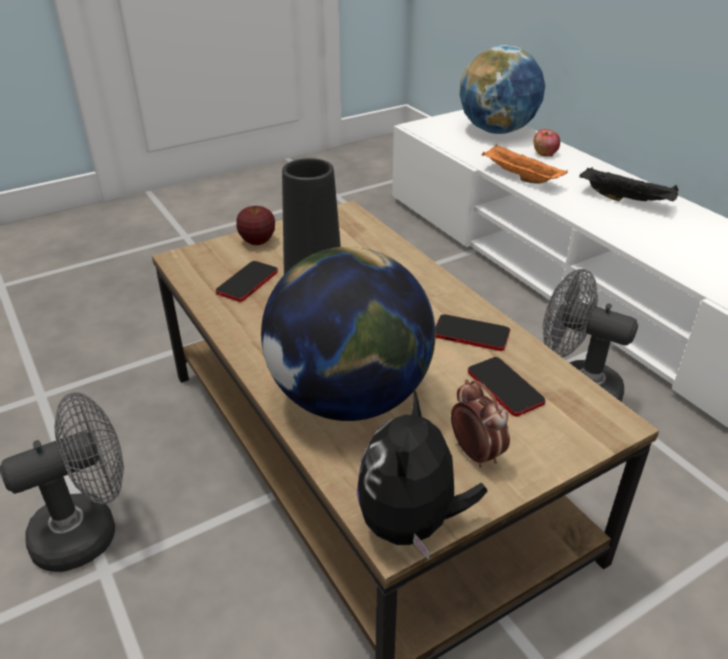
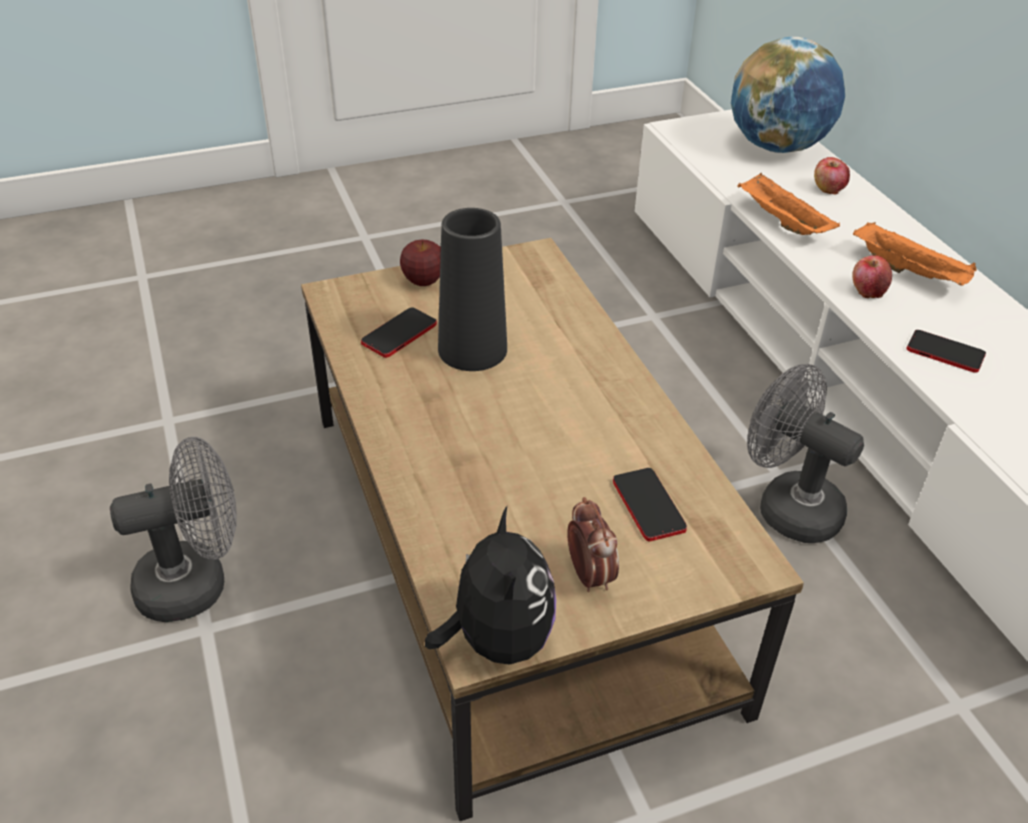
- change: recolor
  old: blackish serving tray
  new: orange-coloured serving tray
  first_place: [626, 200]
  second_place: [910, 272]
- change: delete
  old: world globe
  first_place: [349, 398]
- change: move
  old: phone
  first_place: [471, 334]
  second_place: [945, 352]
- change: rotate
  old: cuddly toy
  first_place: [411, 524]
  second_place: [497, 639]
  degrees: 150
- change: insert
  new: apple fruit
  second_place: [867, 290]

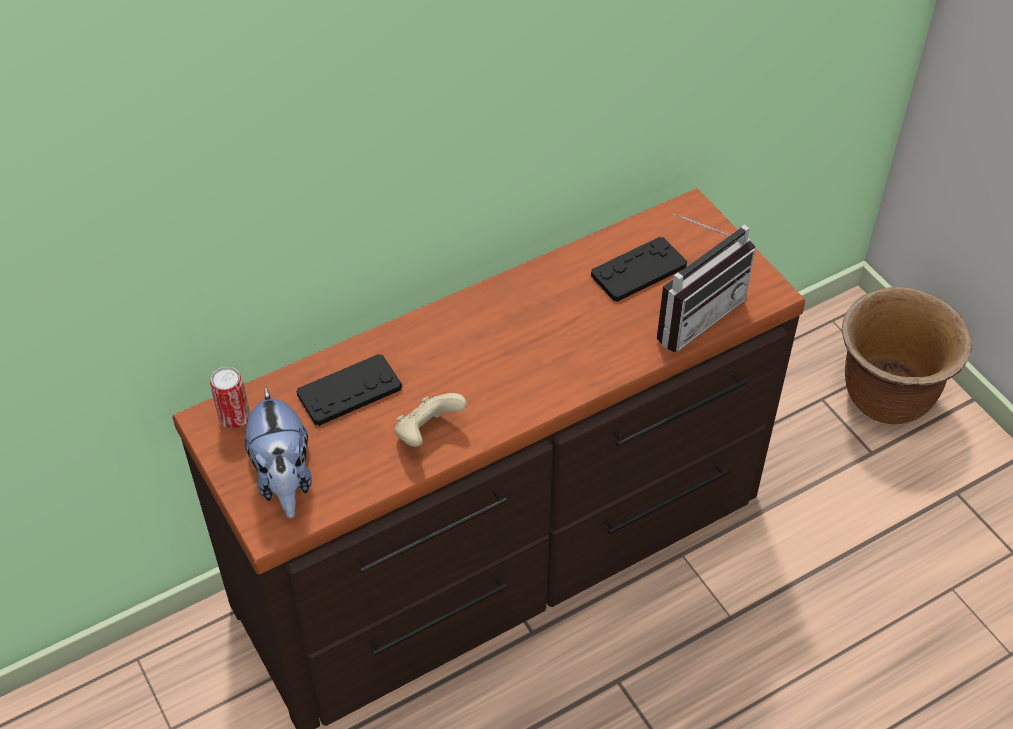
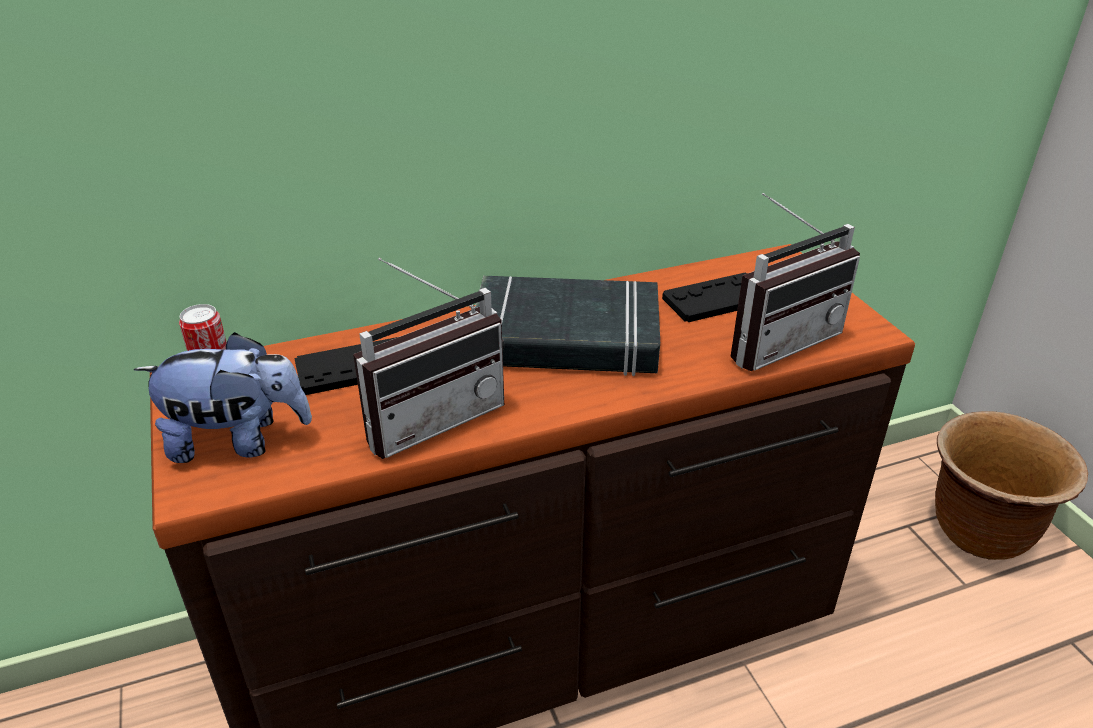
- change: rotate
  old: cuddly toy
  first_place: [284, 479]
  second_place: [238, 441]
  degrees: -90
- change: replace
  old: beige gamepad
  new: radio receiver
  first_place: [427, 433]
  second_place: [430, 416]
- change: insert
  new: blackish book
  second_place: [566, 338]

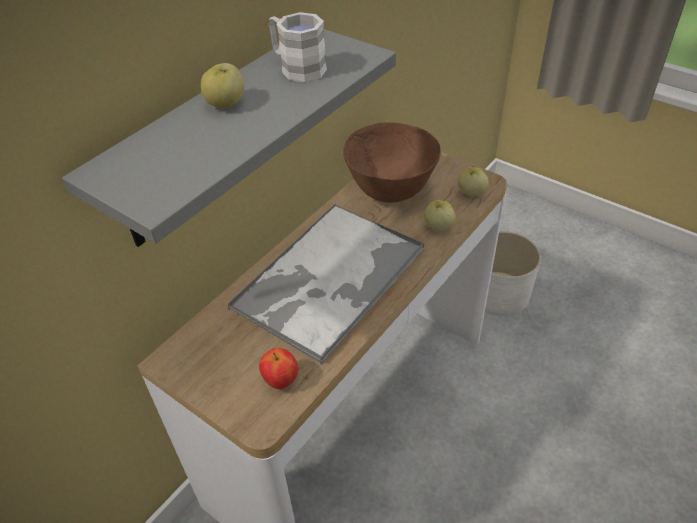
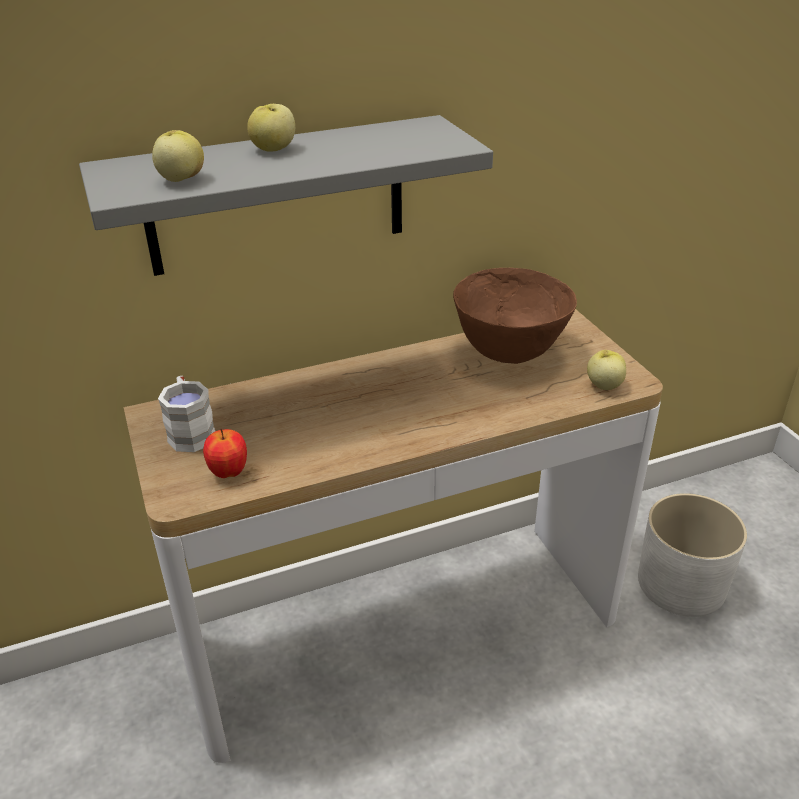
- change: move
  old: white mug
  first_place: [297, 67]
  second_place: [190, 431]
- change: move
  old: apple fruit
  first_place: [438, 227]
  second_place: [180, 179]
- change: delete
  old: serving tray
  first_place: [328, 280]

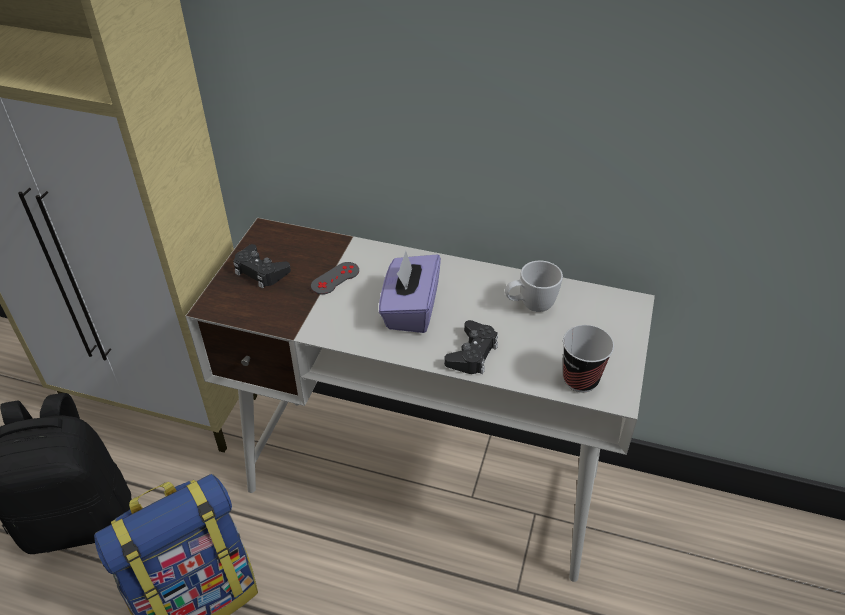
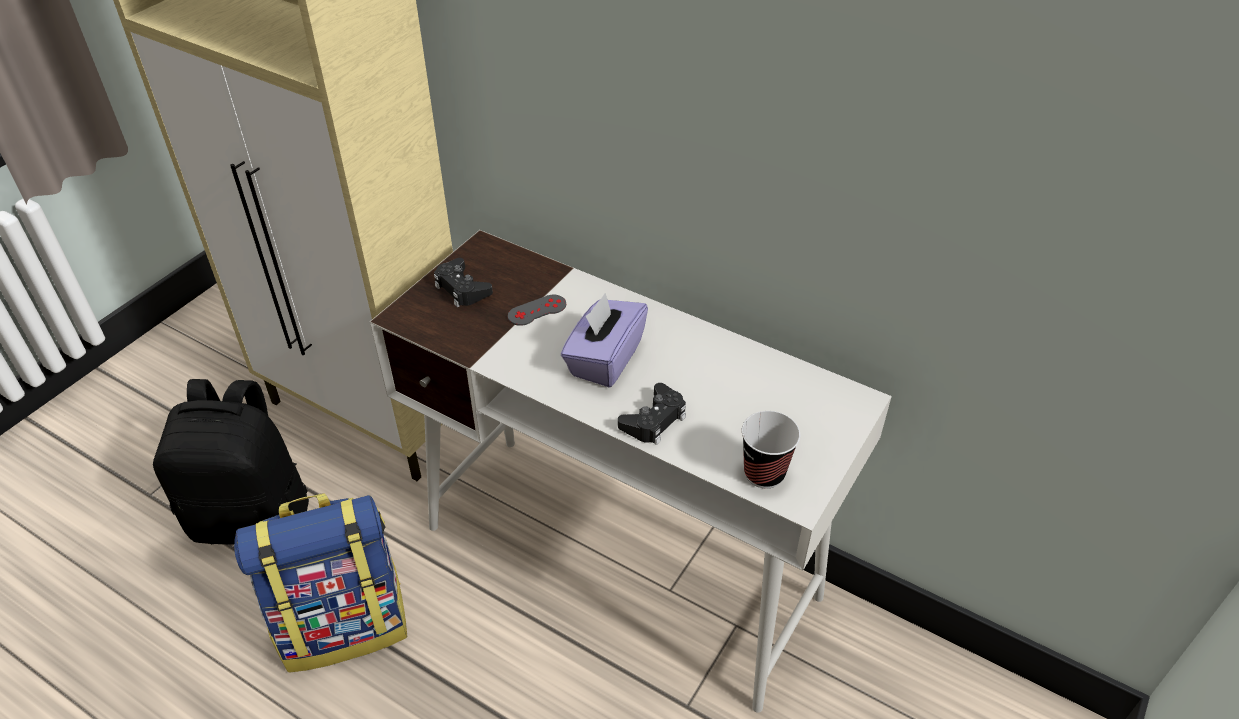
- change: delete
  old: white mug
  first_place: [530, 306]

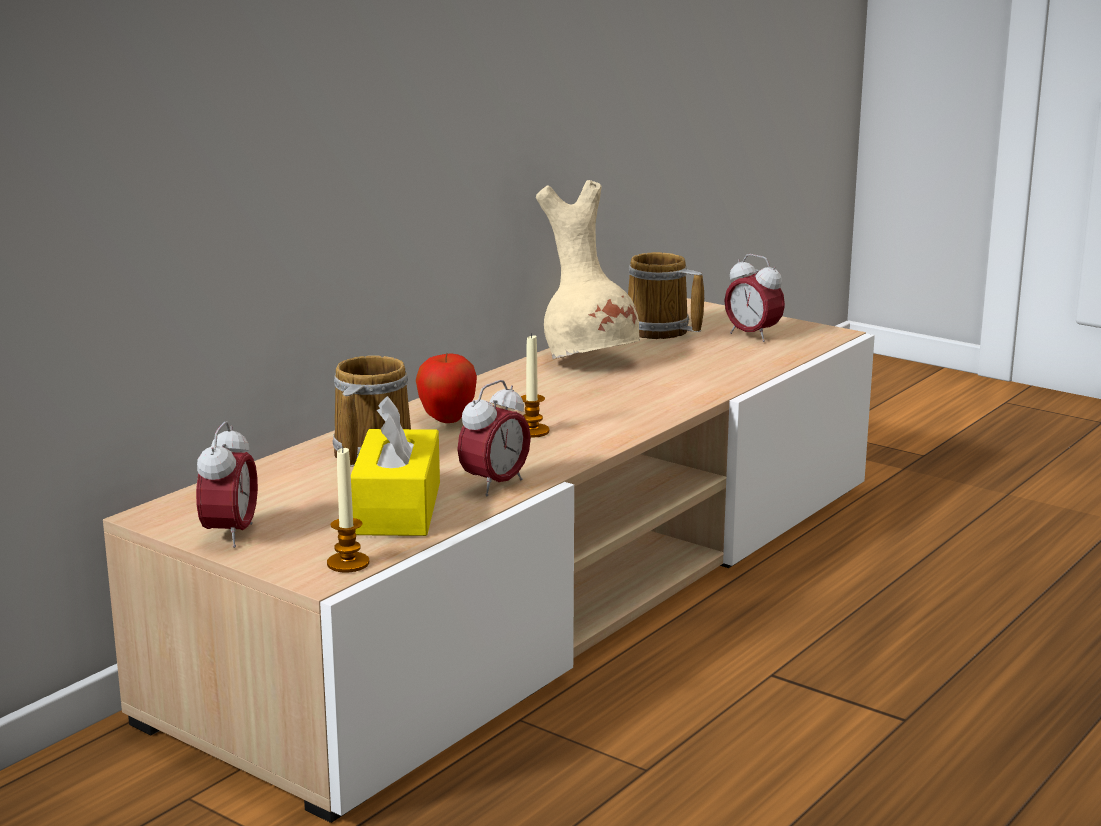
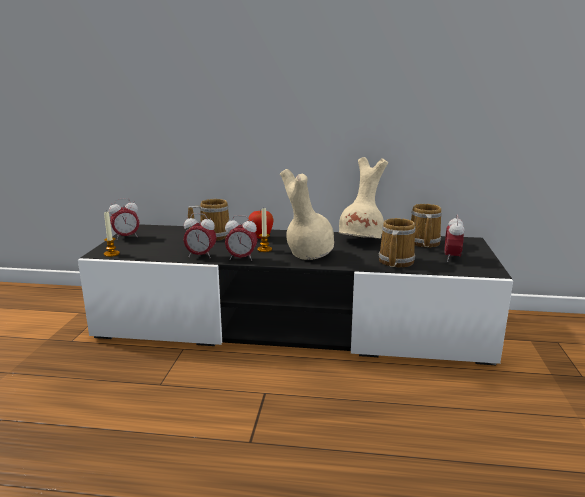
- change: recolor
  old: beige tv unit
  new: blackish tv unit
  first_place: [550, 590]
  second_place: [292, 325]
- change: delete
  old: yellow box of tissues
  first_place: [397, 508]
- change: insert
  new: beige decorative vase
  second_place: [307, 254]
- change: insert
  new: table clock
  second_place: [241, 258]
- change: insert
  new: mug
  second_place: [394, 262]

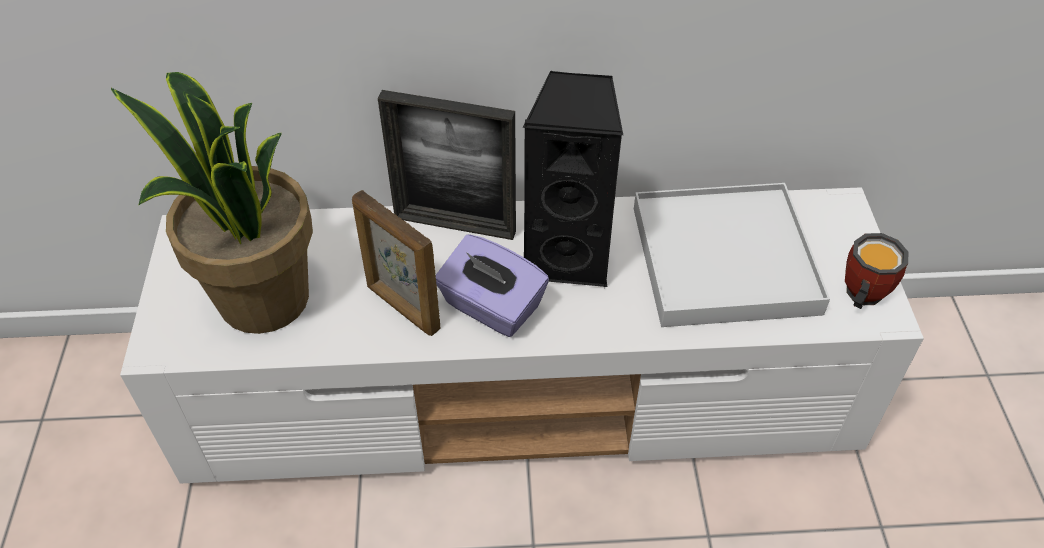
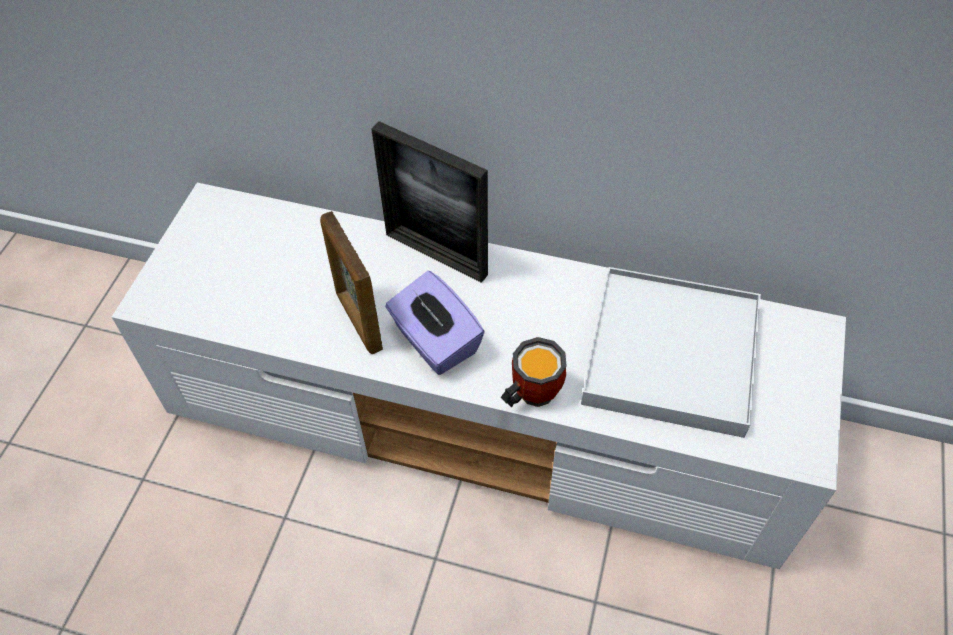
- change: delete
  old: blackish loudspeaker
  first_place: [569, 256]
- change: delete
  old: potted plant
  first_place: [262, 300]
- change: move
  old: mug
  first_place: [859, 295]
  second_place: [529, 393]

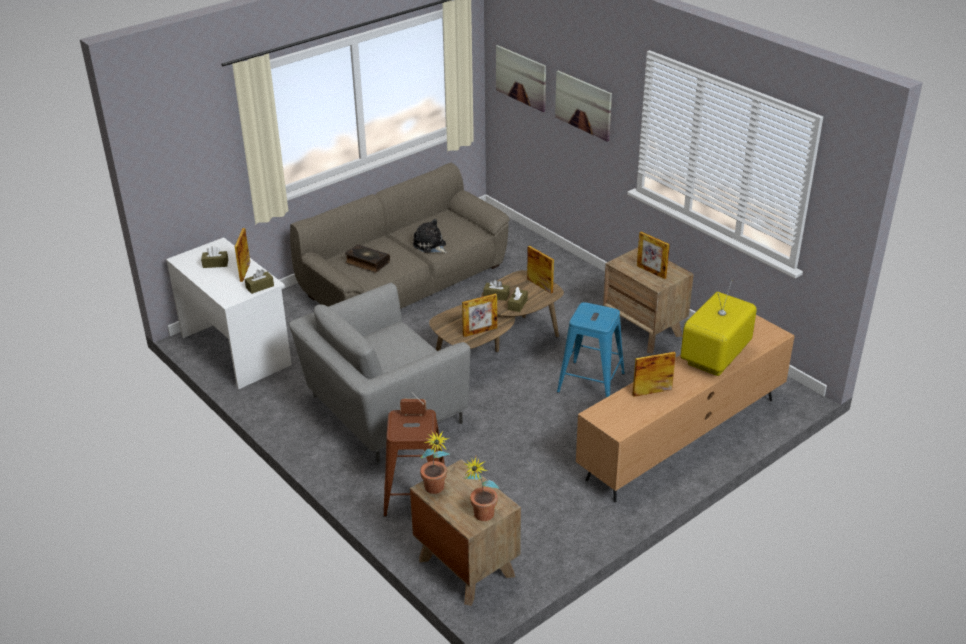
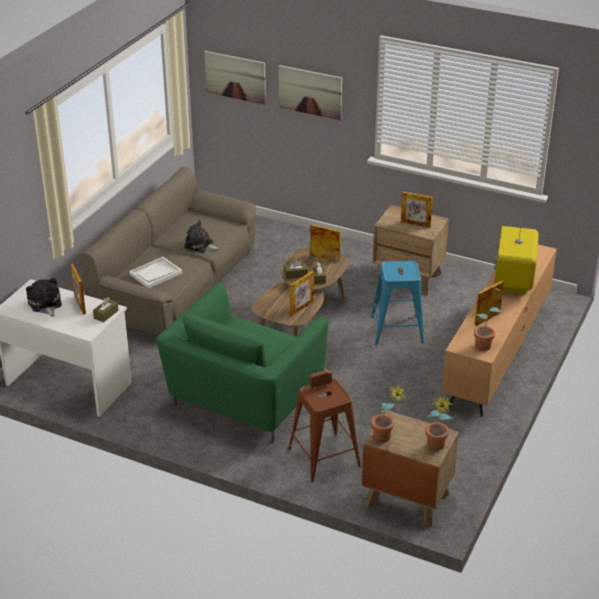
- change: replace
  old: book
  new: white serving tray
  first_place: [367, 263]
  second_place: [155, 274]
- change: replace
  old: brown box of tissues
  new: cuddly toy
  first_place: [215, 264]
  second_place: [45, 304]
- change: recolor
  old: greyish lounge chair
  new: greenish lounge chair
  first_place: [382, 411]
  second_place: [244, 399]
- change: insert
  new: potted plant
  second_place: [486, 344]

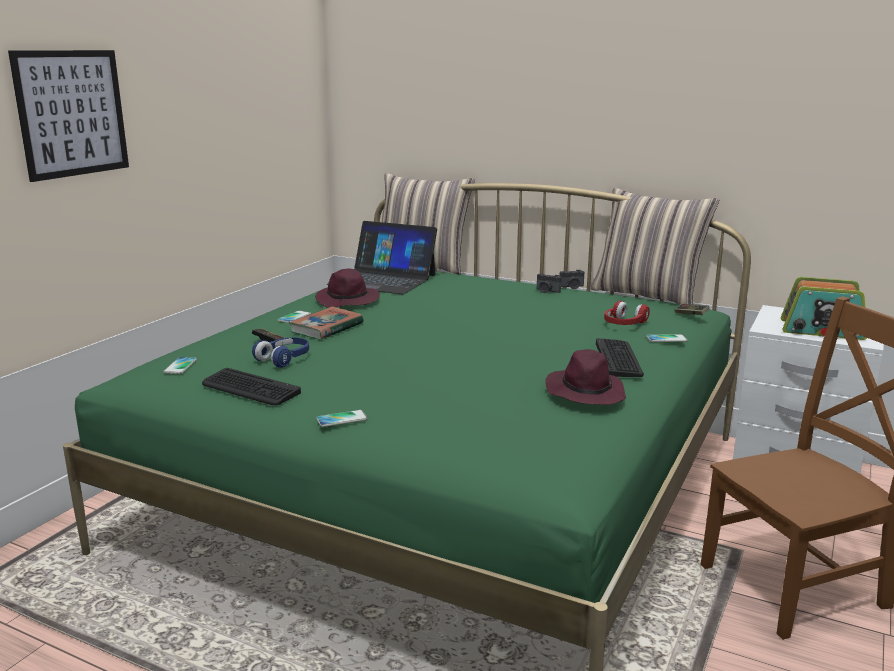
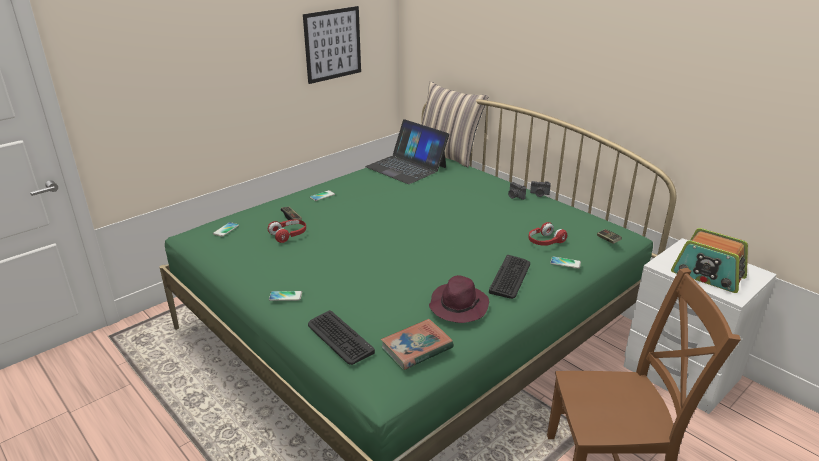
- change: move
  old: wall picture
  first_place: [72, 113]
  second_place: [333, 44]
- change: delete
  old: throw pillow
  first_place: [648, 295]
- change: delete
  old: purple-coloured clothing hat
  first_place: [348, 301]
- change: move
  old: book
  first_place: [327, 328]
  second_place: [416, 348]
- change: recolor
  old: blue-coloured headset
  new: reddish headset
  first_place: [284, 359]
  second_place: [289, 235]
- change: move
  old: computer keyboard
  first_place: [250, 388]
  second_place: [339, 338]

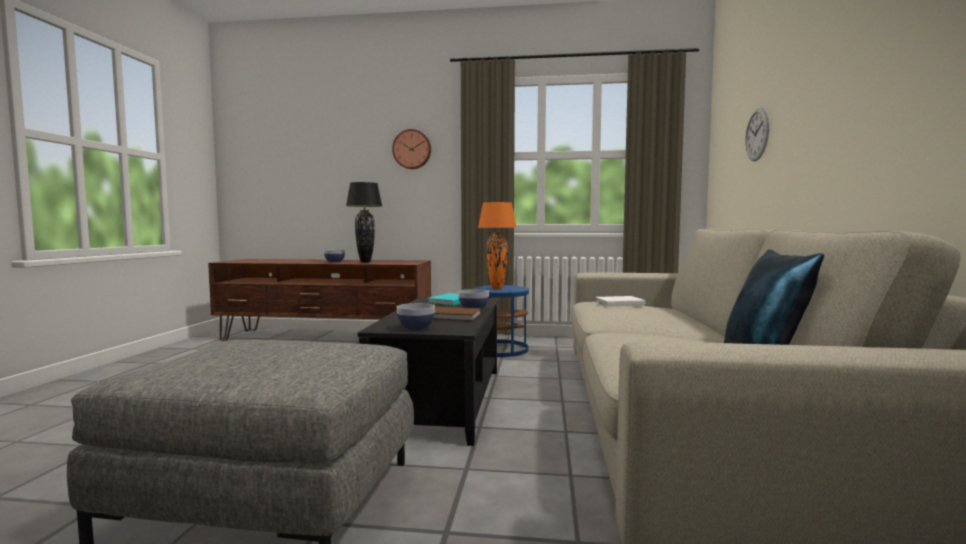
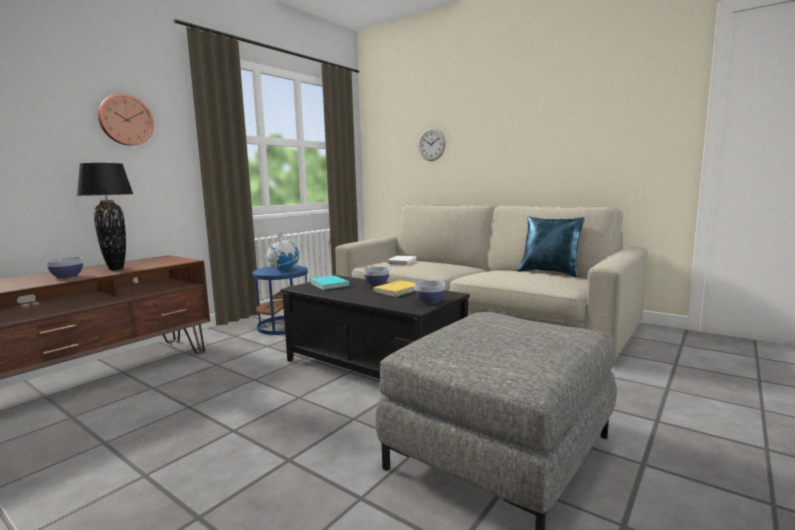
- change: replace
  old: orange-coloured tabletop lamp
  new: world globe
  first_place: [497, 288]
  second_place: [283, 270]
- change: recolor
  old: brown book
  new: yellow book
  first_place: [455, 316]
  second_place: [399, 290]

